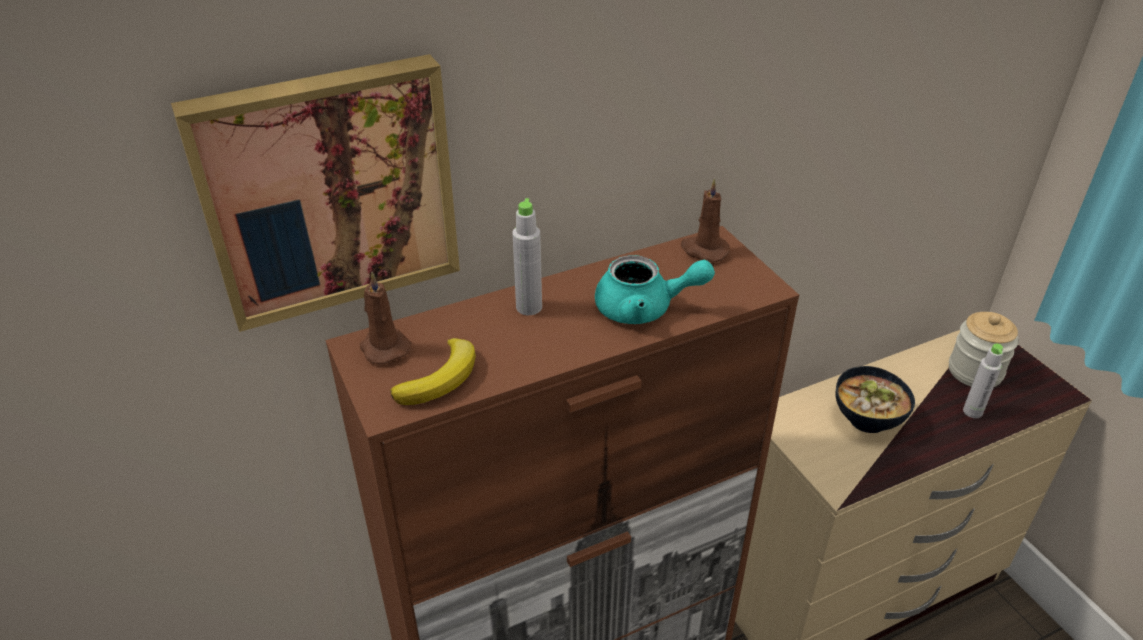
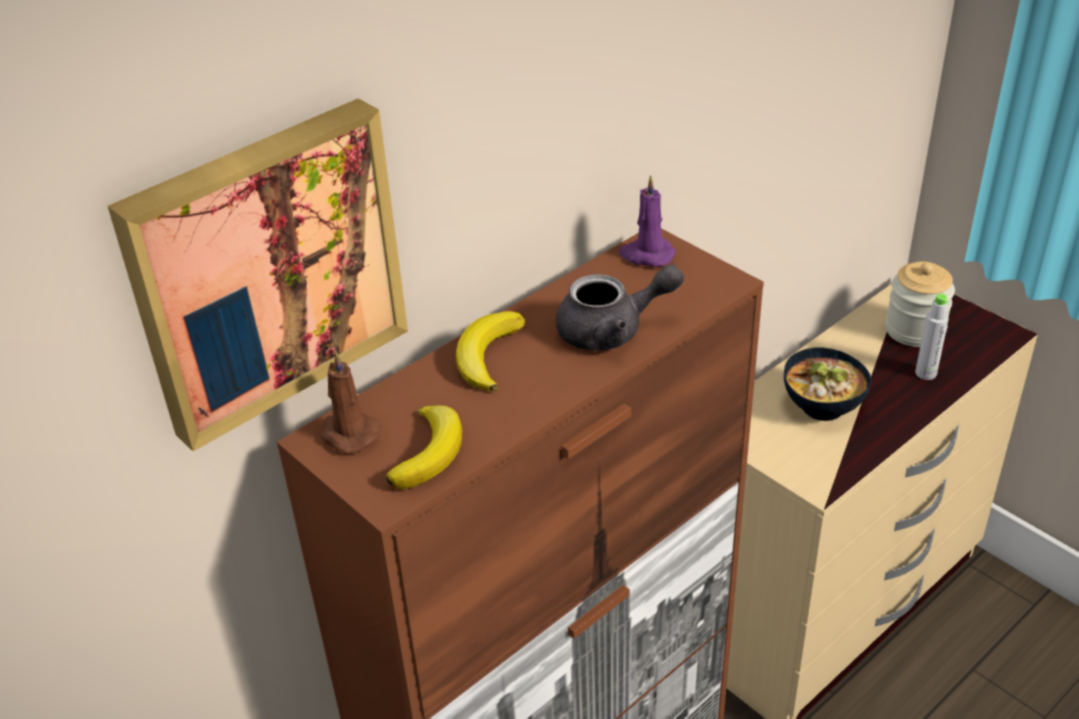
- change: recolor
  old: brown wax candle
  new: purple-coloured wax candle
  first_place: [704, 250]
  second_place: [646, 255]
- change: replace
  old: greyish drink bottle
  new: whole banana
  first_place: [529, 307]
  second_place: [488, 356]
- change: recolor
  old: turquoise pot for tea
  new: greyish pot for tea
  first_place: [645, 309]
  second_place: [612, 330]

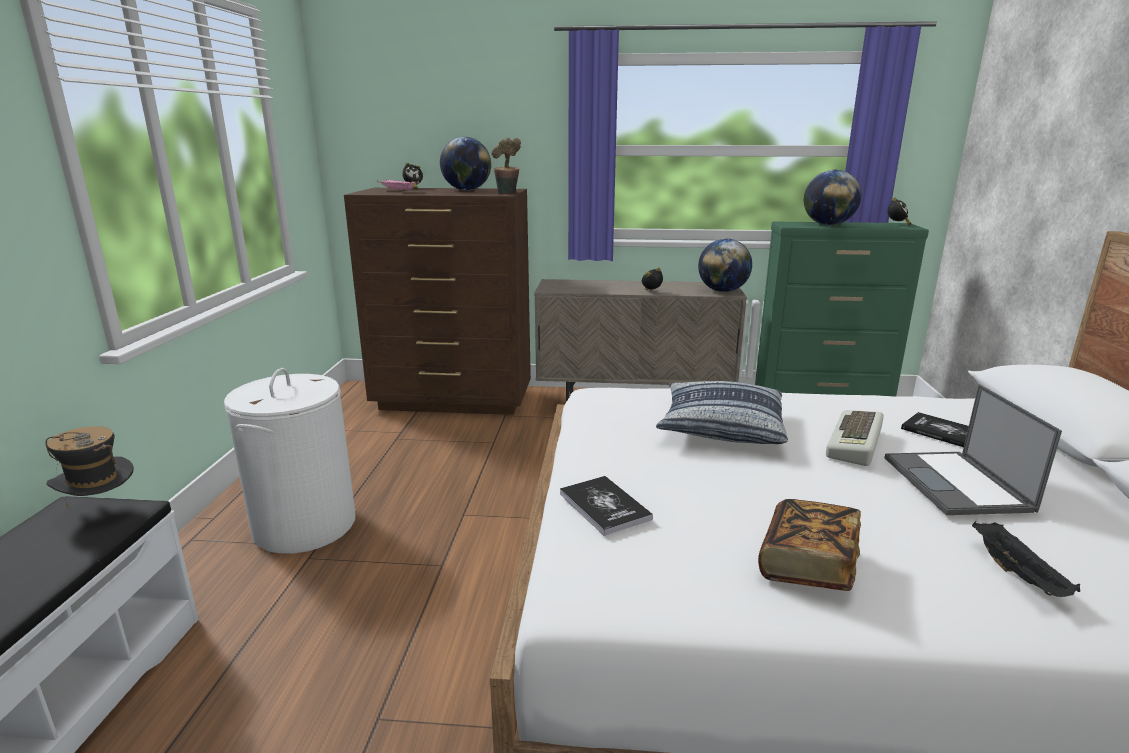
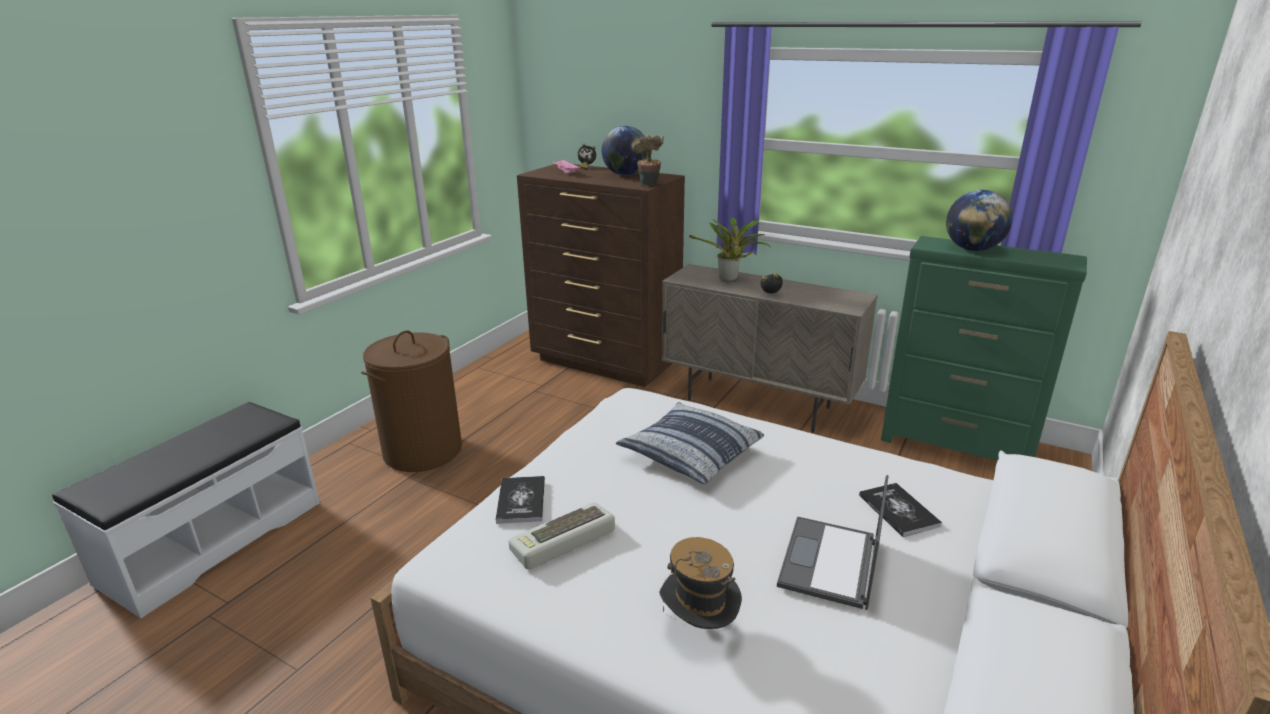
- change: delete
  old: table clock
  first_place: [897, 225]
- change: delete
  old: world globe
  first_place: [722, 291]
- change: recolor
  old: white washing basket
  new: brown washing basket
  first_place: [304, 525]
  second_place: [422, 450]
- change: move
  old: computer keyboard
  first_place: [856, 444]
  second_place: [563, 542]
- change: move
  old: clothing hat
  first_place: [101, 511]
  second_place: [698, 628]
- change: delete
  old: book
  first_place: [807, 565]
- change: delete
  old: blackish serving tray
  first_place: [1018, 575]
- change: insert
  new: potted plant
  second_place: [729, 279]

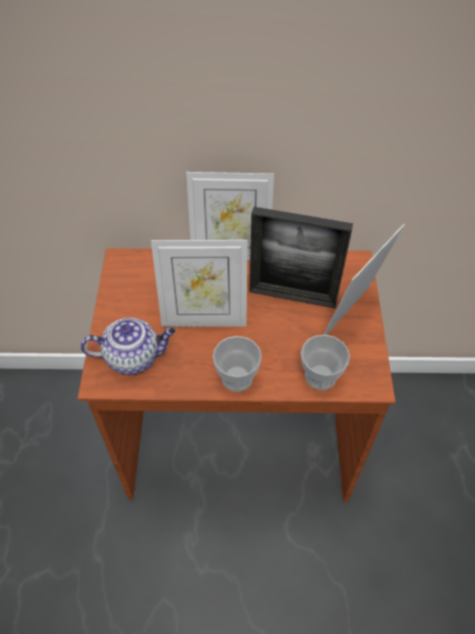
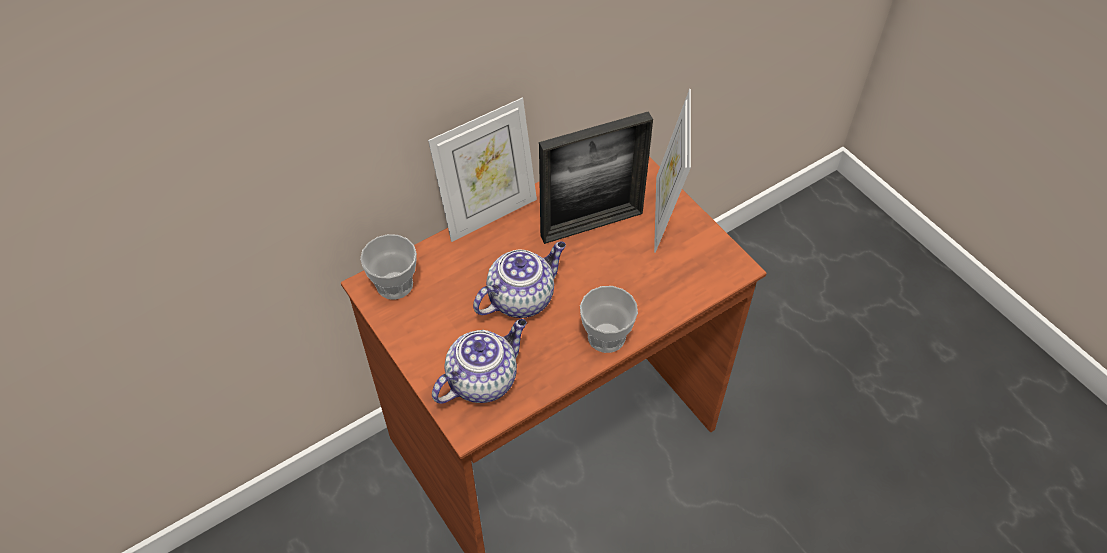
- change: replace
  old: picture frame
  new: pot for tea
  first_place: [204, 319]
  second_place: [522, 297]
- change: move
  old: drinking cup
  first_place: [320, 376]
  second_place: [394, 284]

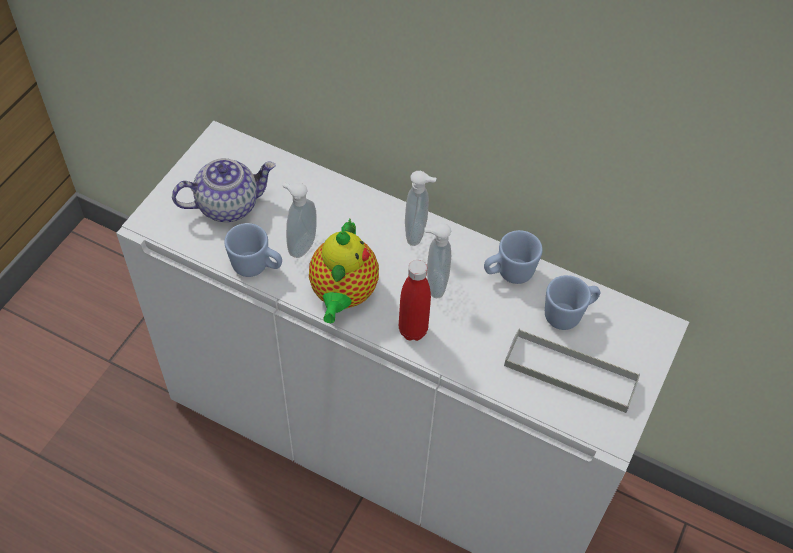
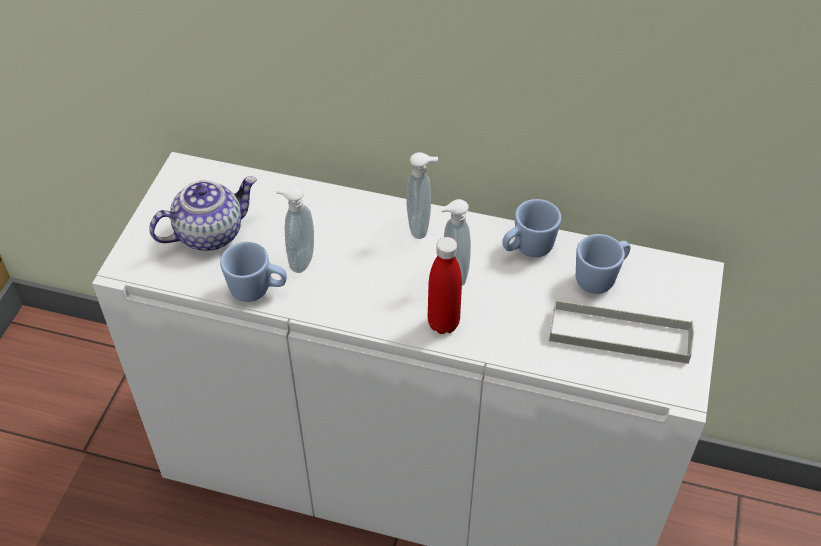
- change: delete
  old: pot for tea
  first_place: [343, 295]

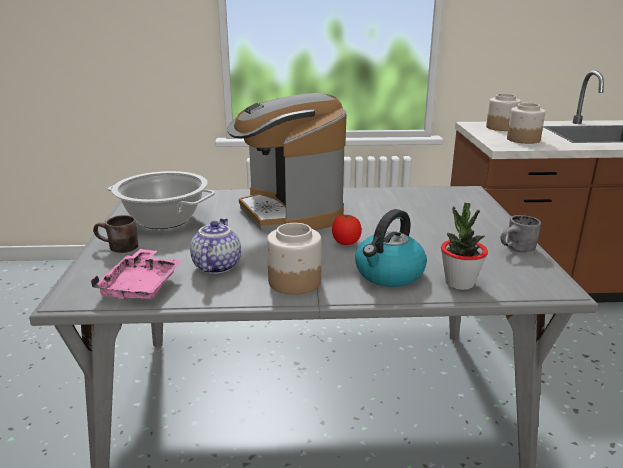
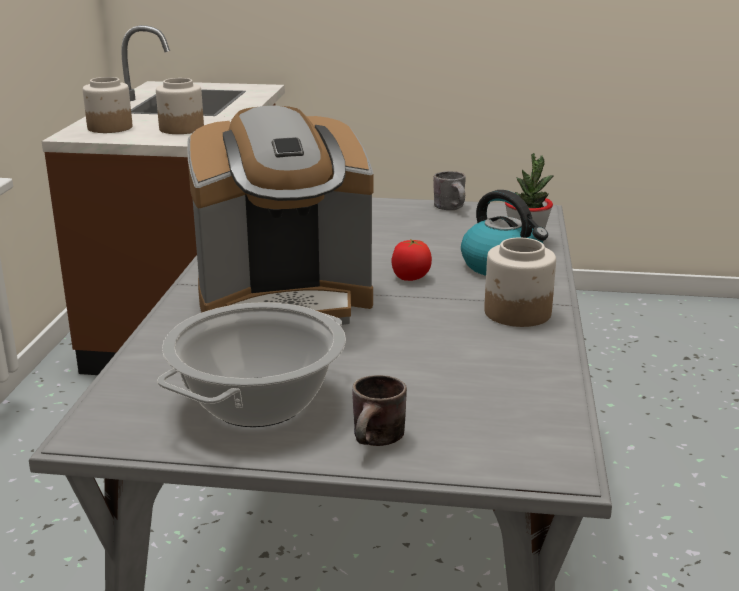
- change: delete
  old: pot for tea
  first_place: [216, 266]
- change: delete
  old: pink serving tray
  first_place: [142, 285]

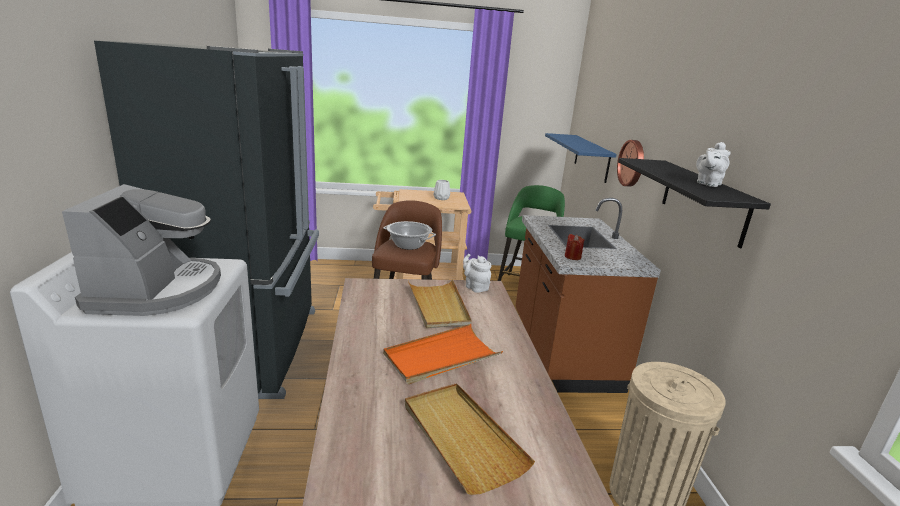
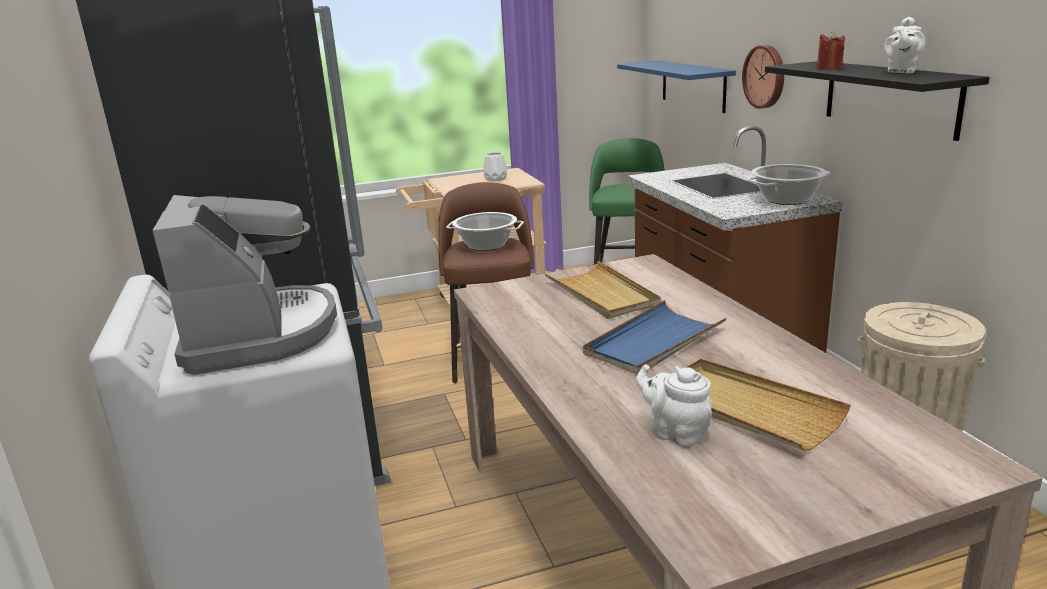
- change: move
  old: reddish wax candle
  first_place: [572, 257]
  second_place: [829, 68]
- change: move
  old: white pot for tea
  first_place: [475, 287]
  second_place: [675, 433]
- change: recolor
  old: orange-coloured serving tray
  new: blue-coloured serving tray
  first_place: [441, 357]
  second_place: [653, 342]
- change: insert
  new: saucepot
  second_place: [786, 200]

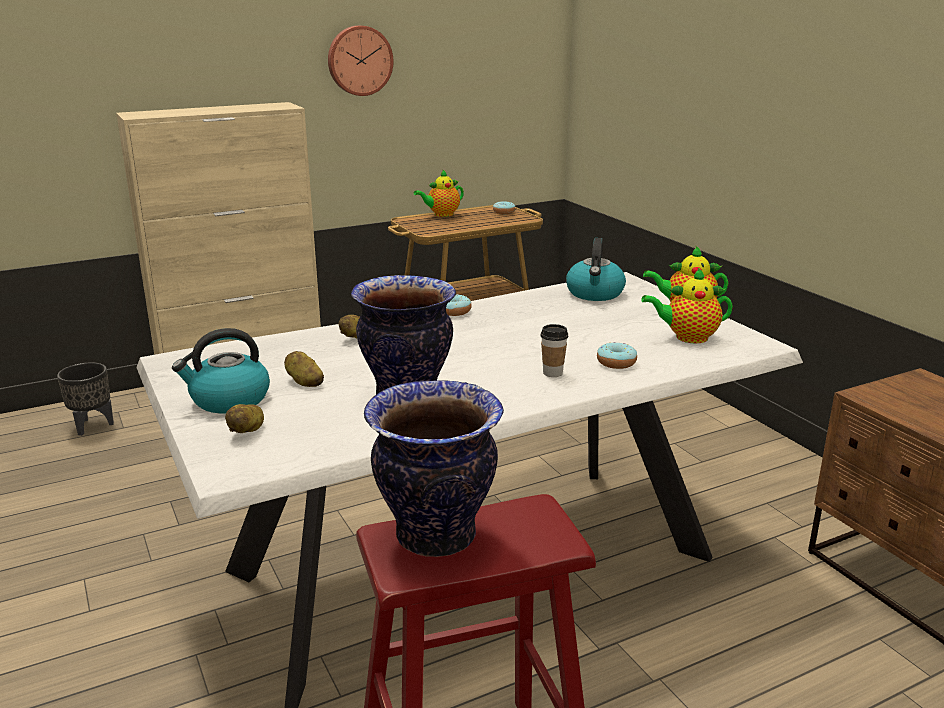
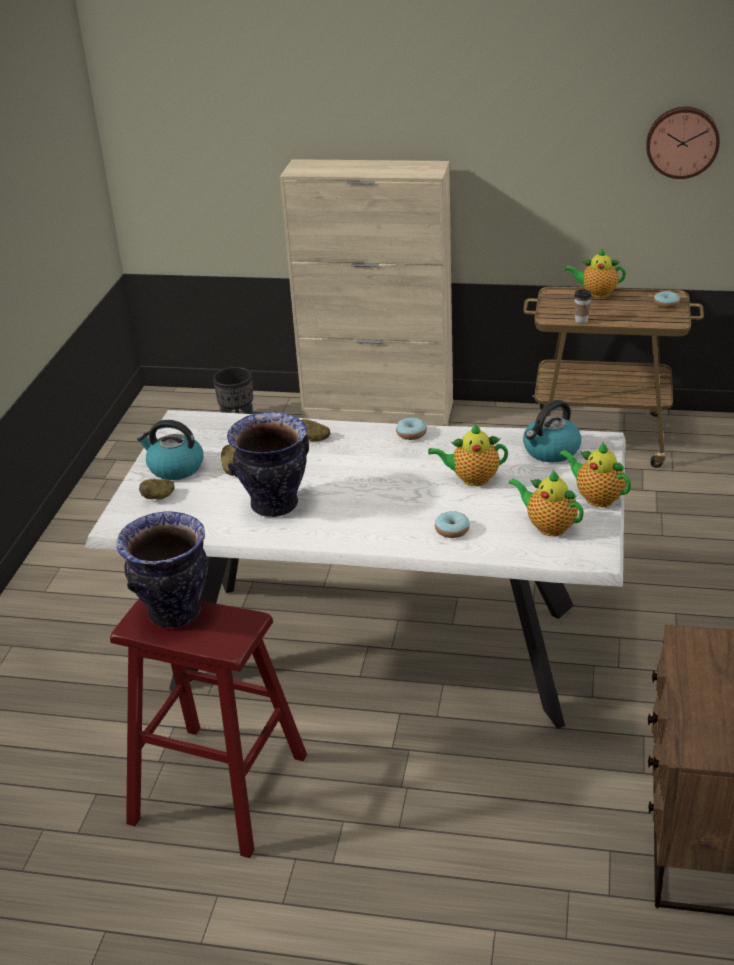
- change: move
  old: wall clock
  first_place: [359, 60]
  second_place: [682, 141]
- change: move
  old: drinking cup
  first_place: [552, 373]
  second_place: [581, 320]
- change: insert
  new: pot for tea
  second_place: [472, 479]

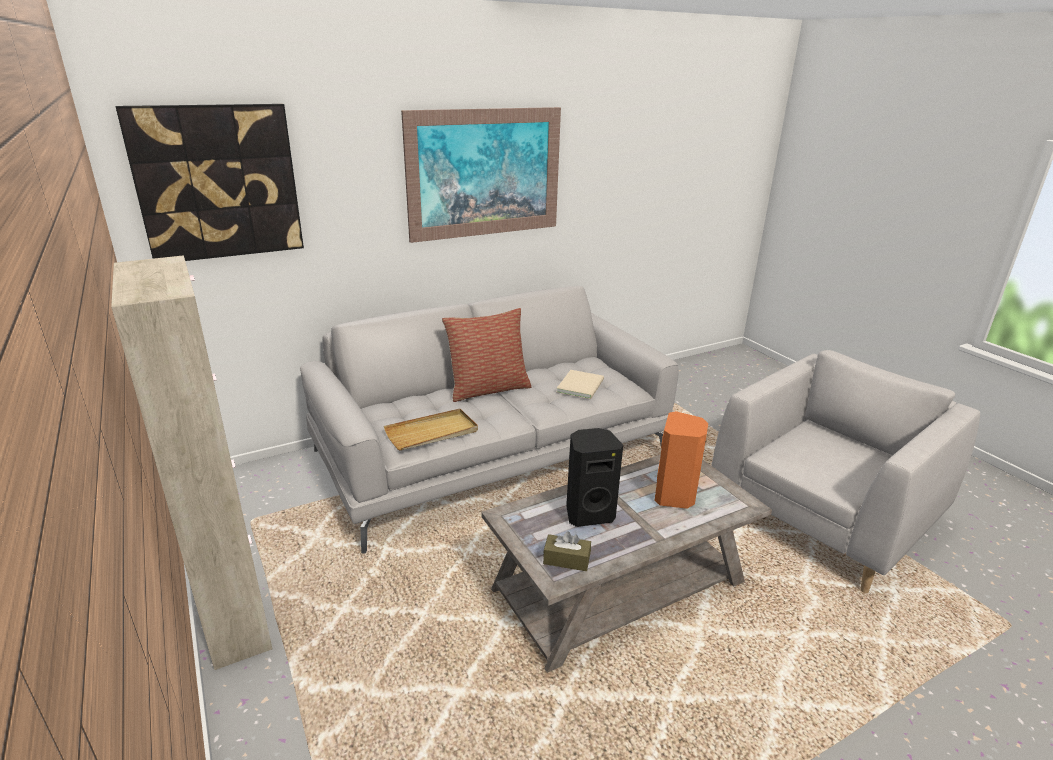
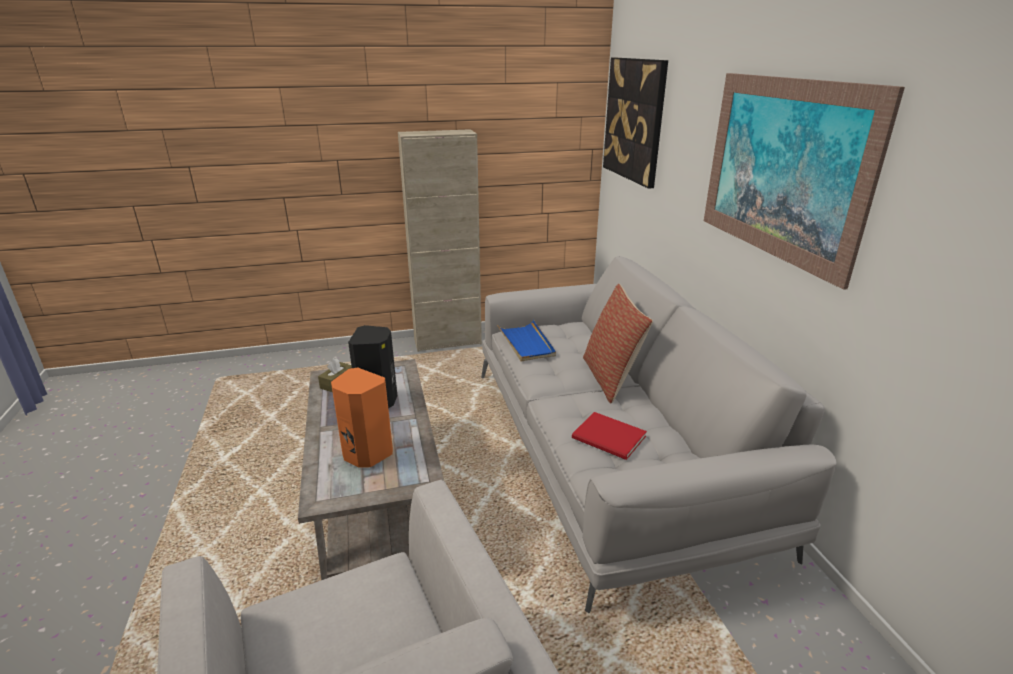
- change: recolor
  old: beige book
  new: reddish book
  first_place: [582, 385]
  second_place: [610, 438]
- change: recolor
  old: beige serving tray
  new: blue-coloured serving tray
  first_place: [432, 432]
  second_place: [526, 343]

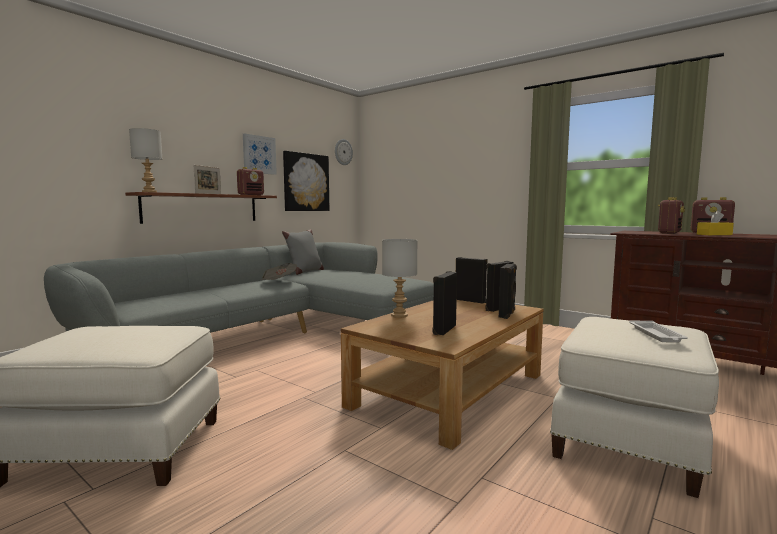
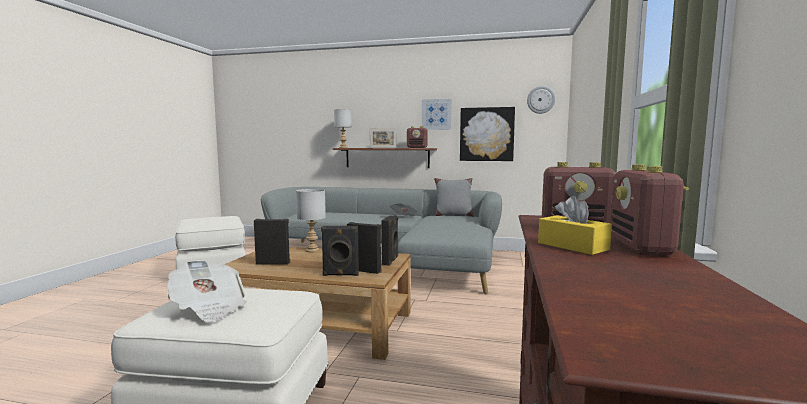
- change: replace
  old: white serving tray
  new: printed paper
  first_place: [656, 335]
  second_place: [209, 308]

